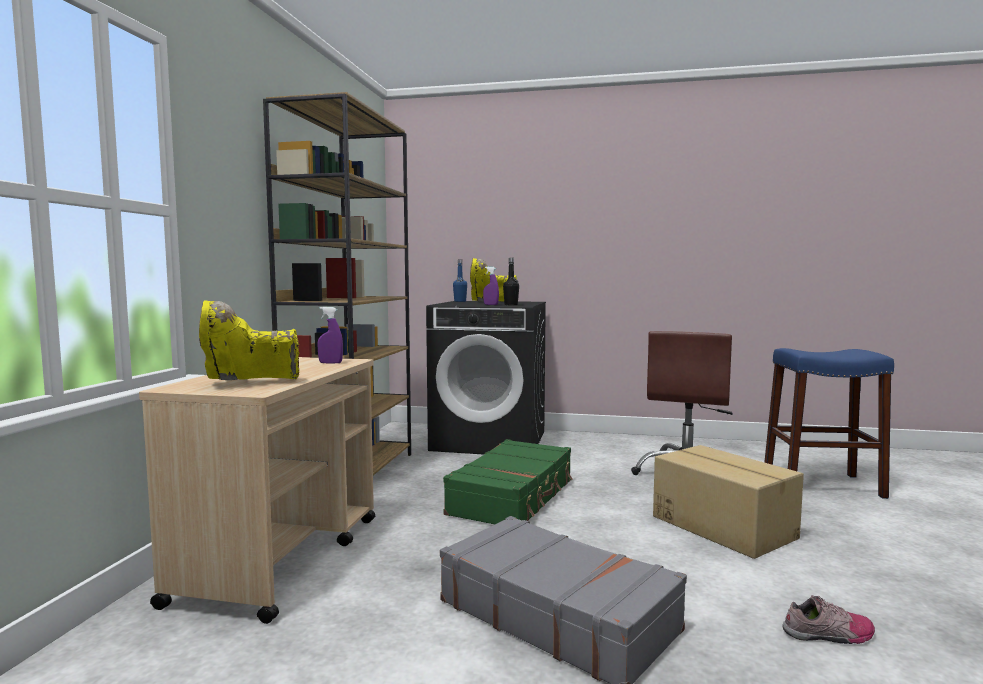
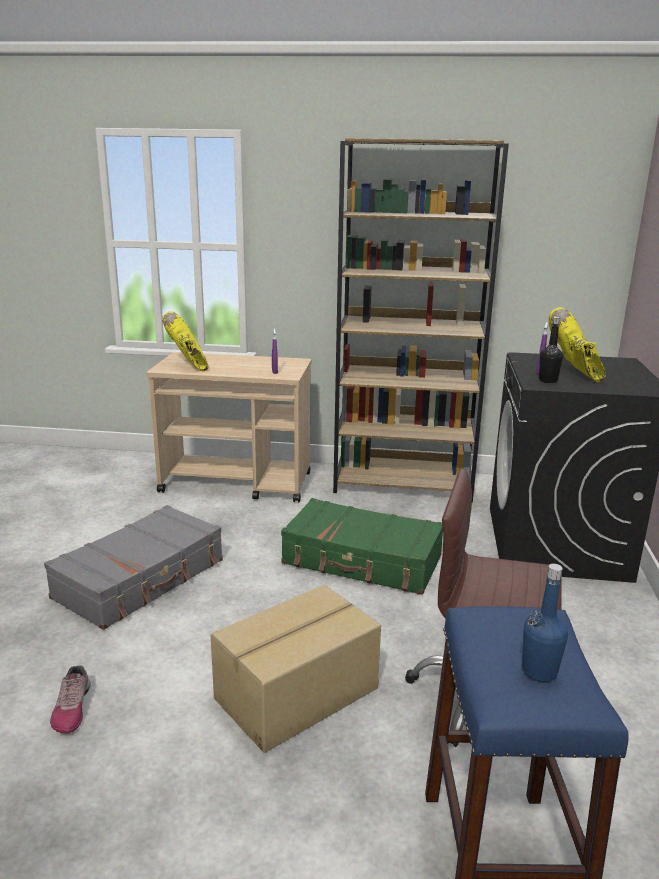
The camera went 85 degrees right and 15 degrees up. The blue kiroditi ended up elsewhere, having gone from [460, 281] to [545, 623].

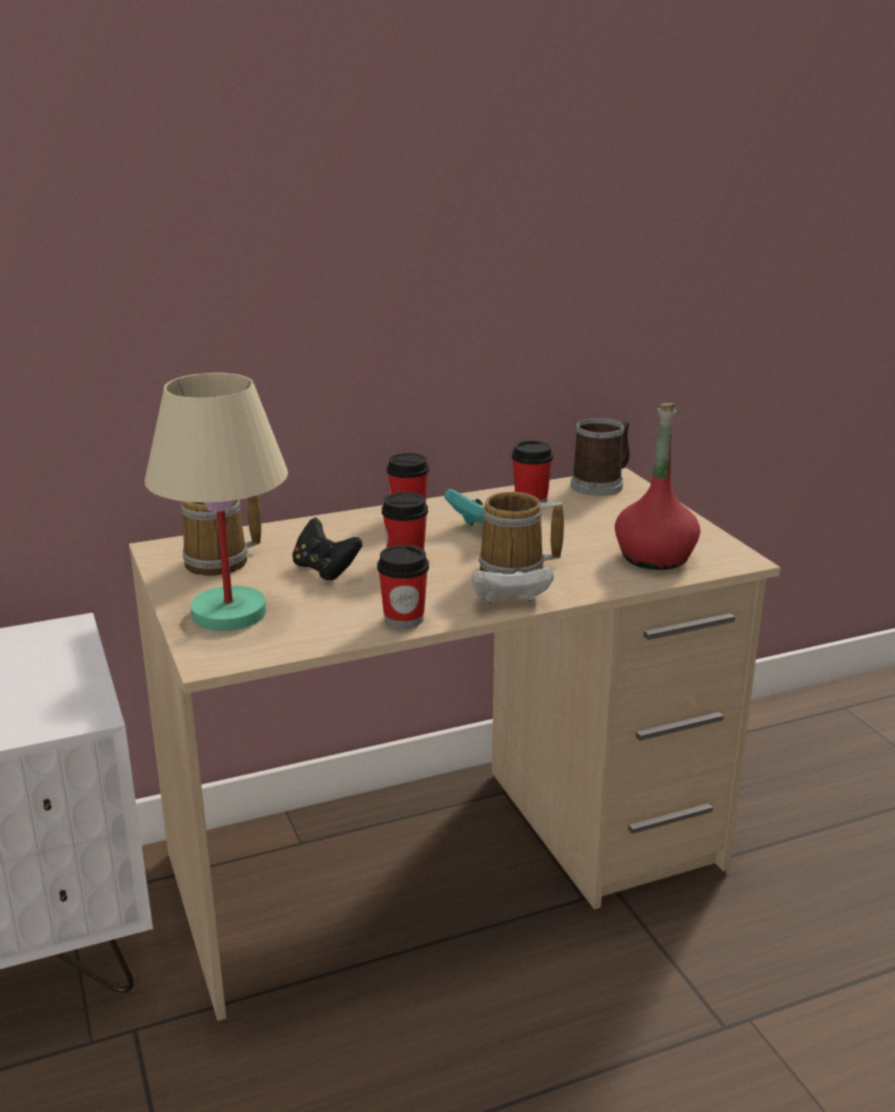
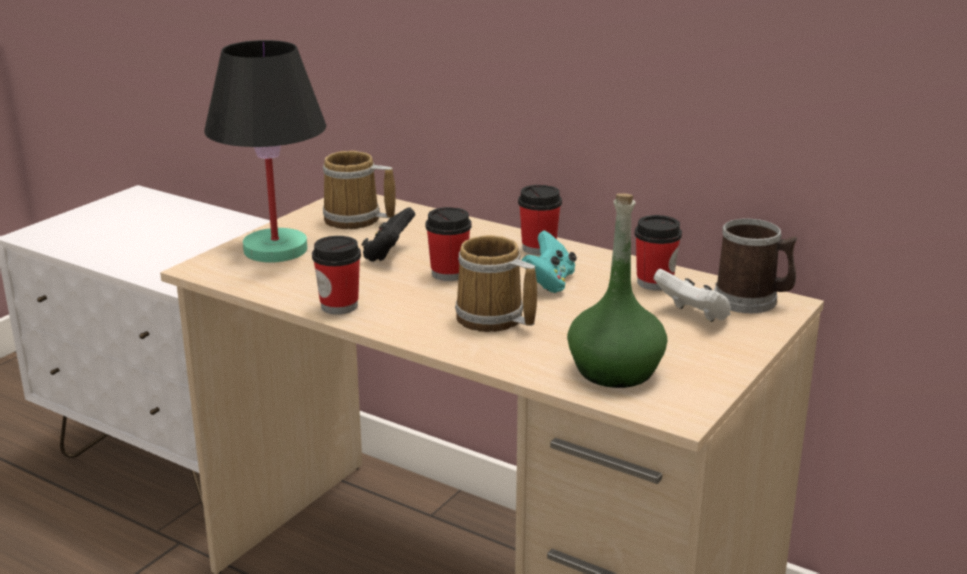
The camera went 55 degrees right and 0 degrees up. What was the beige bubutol at [216, 502] turned into the black bubutol at [265, 151]. What was the red kiroditi at [657, 486] turned into the green kiroditi at [617, 290]. The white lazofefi ended up elsewhere, having gone from [513, 585] to [692, 295].

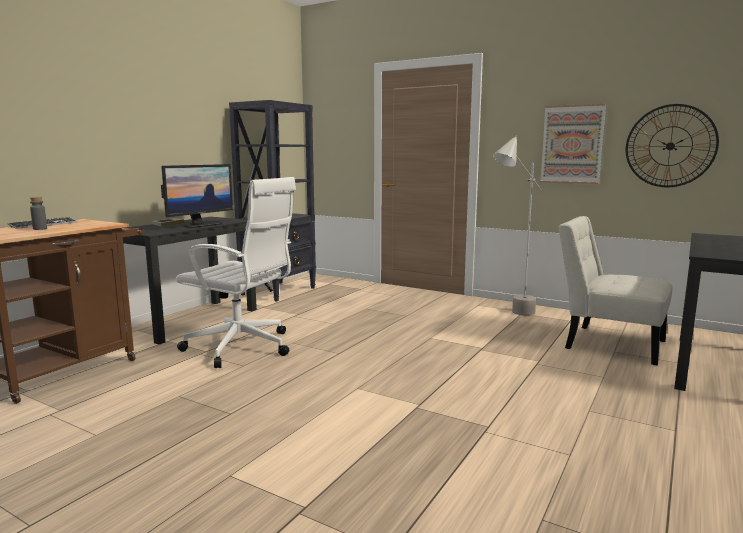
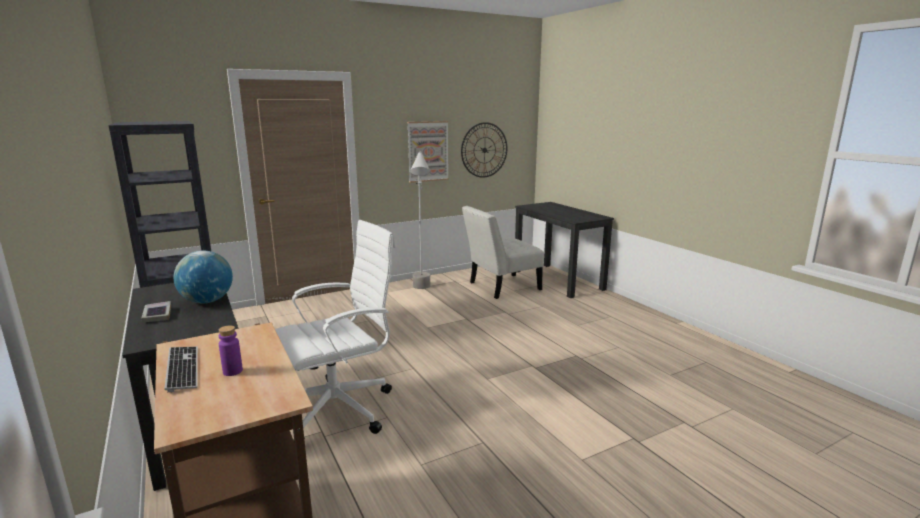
The camera went 60 degrees left and 5 degrees up. Where the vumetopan stood at [197, 196], the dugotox came to stand at [203, 277]. What was the grey kiroditi at [38, 213] turned into the purple kiroditi at [230, 351].

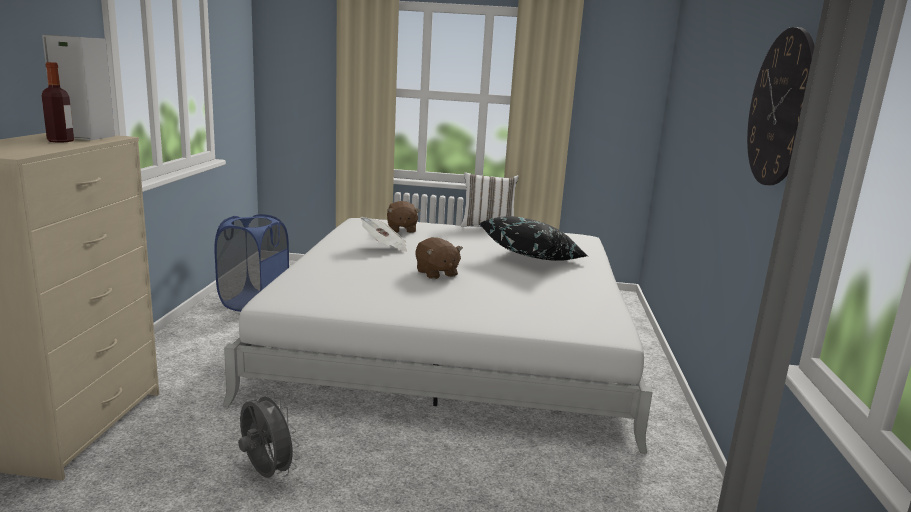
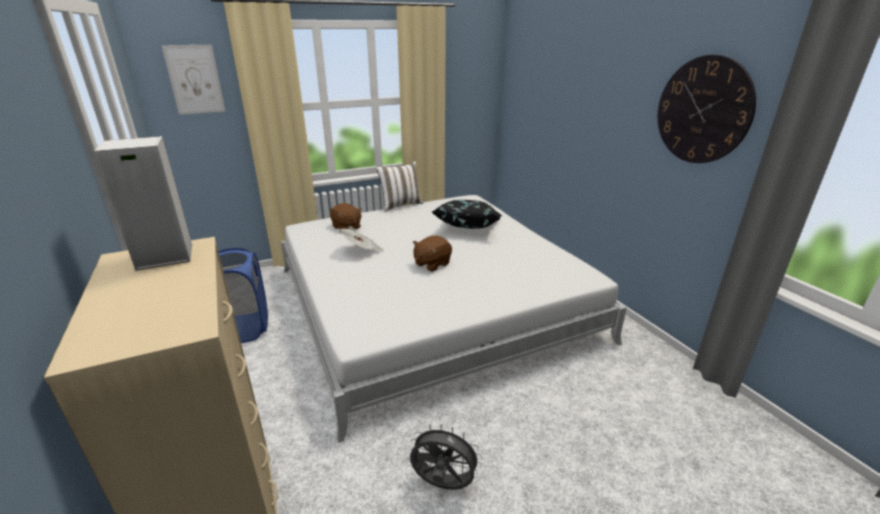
The camera went 30 degrees left and 10 degrees up. The second view lost the kiroditi at [57, 102]. The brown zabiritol at [439, 258] ended up facing another way, 105 degrees clockwise from before. The second view gained the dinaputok at [194, 79].

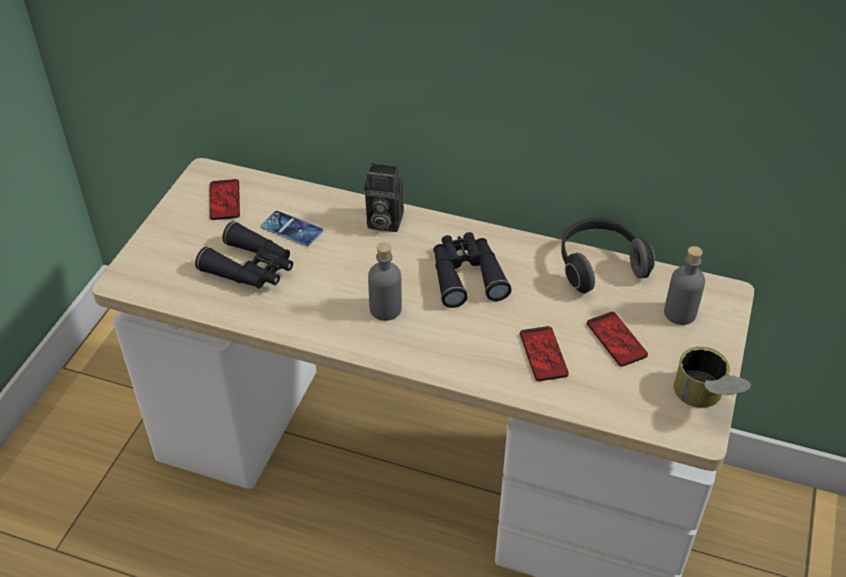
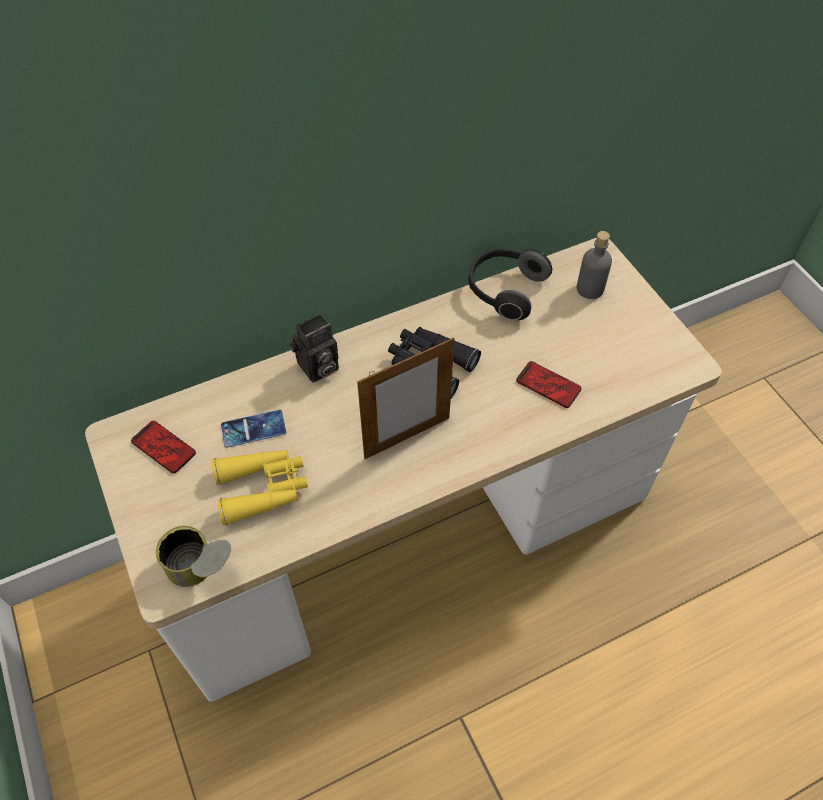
The camera went 45 degrees left and 10 degrees up. What was the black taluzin at [244, 255] turned into the yellow taluzin at [259, 487]. Where the grey kiroditi stood at [385, 281], the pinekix came to stand at [406, 398]. The second view lost the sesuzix at [617, 339]. The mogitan ended up elsewhere, having gone from [712, 377] to [193, 556].

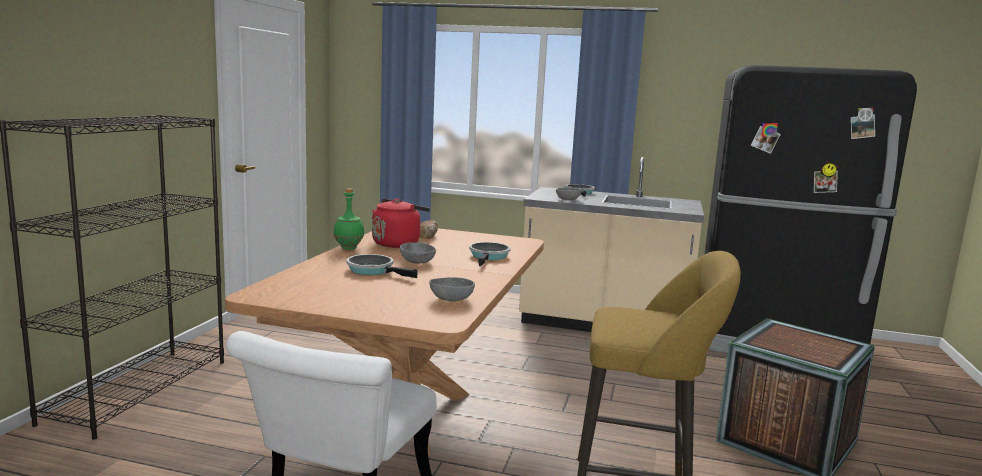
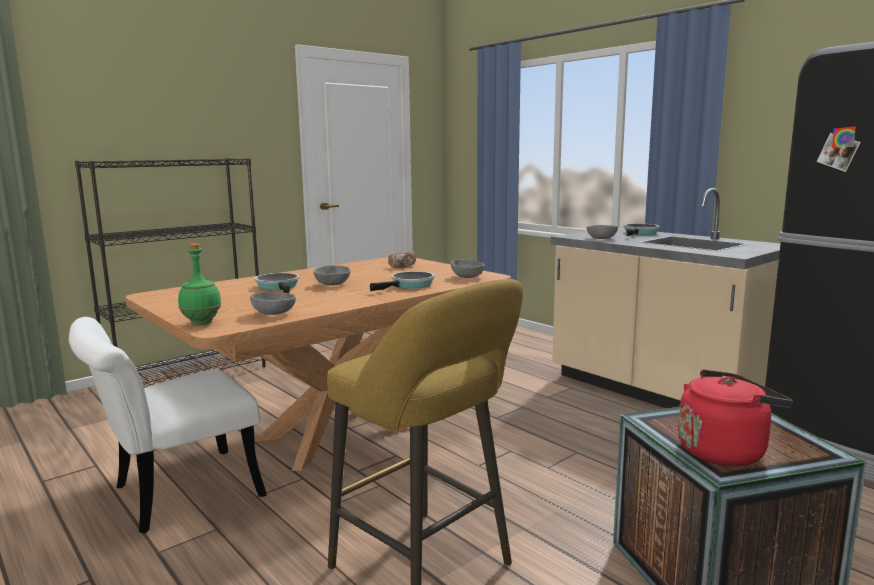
The camera went 35 degrees right and 0 degrees up. The green kiroditi ended up elsewhere, having gone from [349, 219] to [199, 284]. The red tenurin ended up elsewhere, having gone from [401, 223] to [735, 418]. The second view gained the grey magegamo at [468, 269].

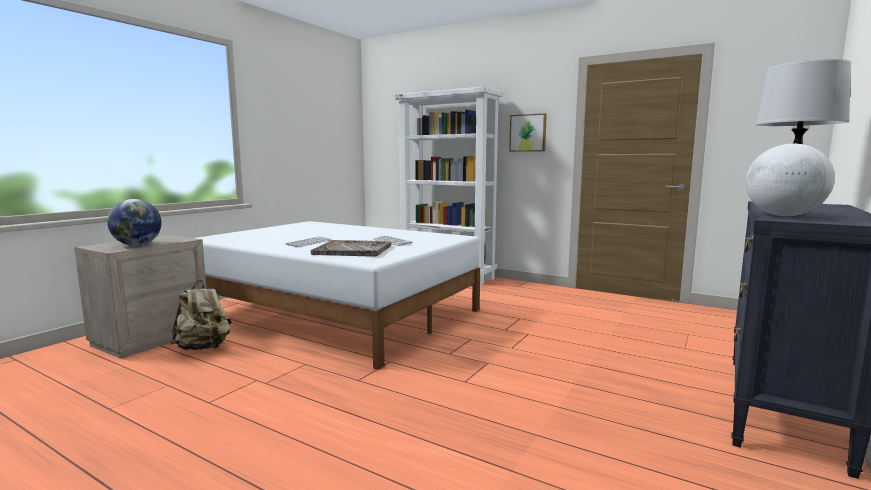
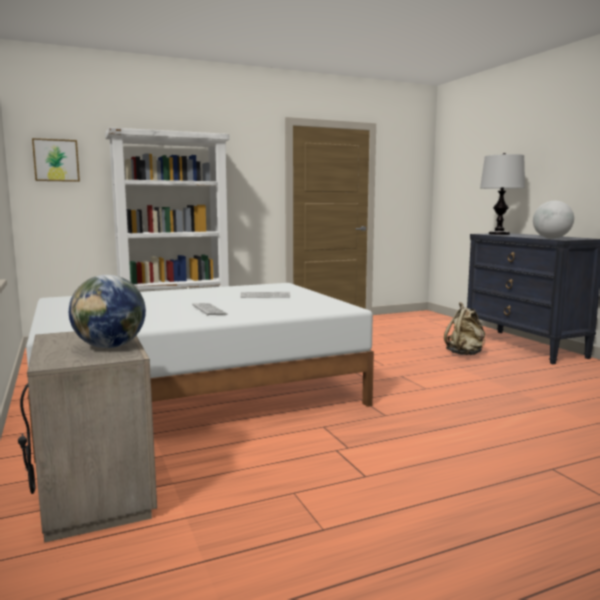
The camera went 55 degrees left and 0 degrees up. The dinaputok ended up elsewhere, having gone from [528, 132] to [56, 160]. The second view lost the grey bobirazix at [350, 248]. The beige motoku ended up elsewhere, having gone from [200, 315] to [464, 328].

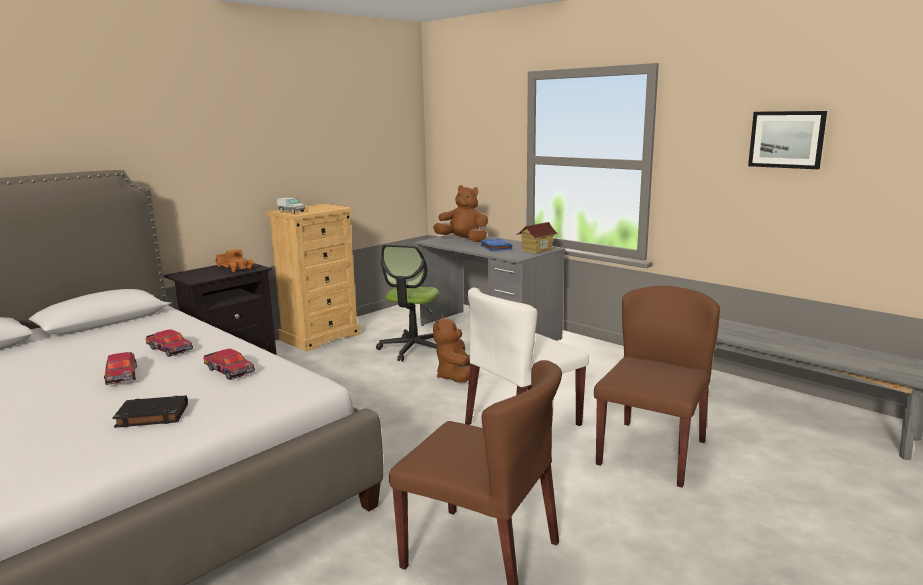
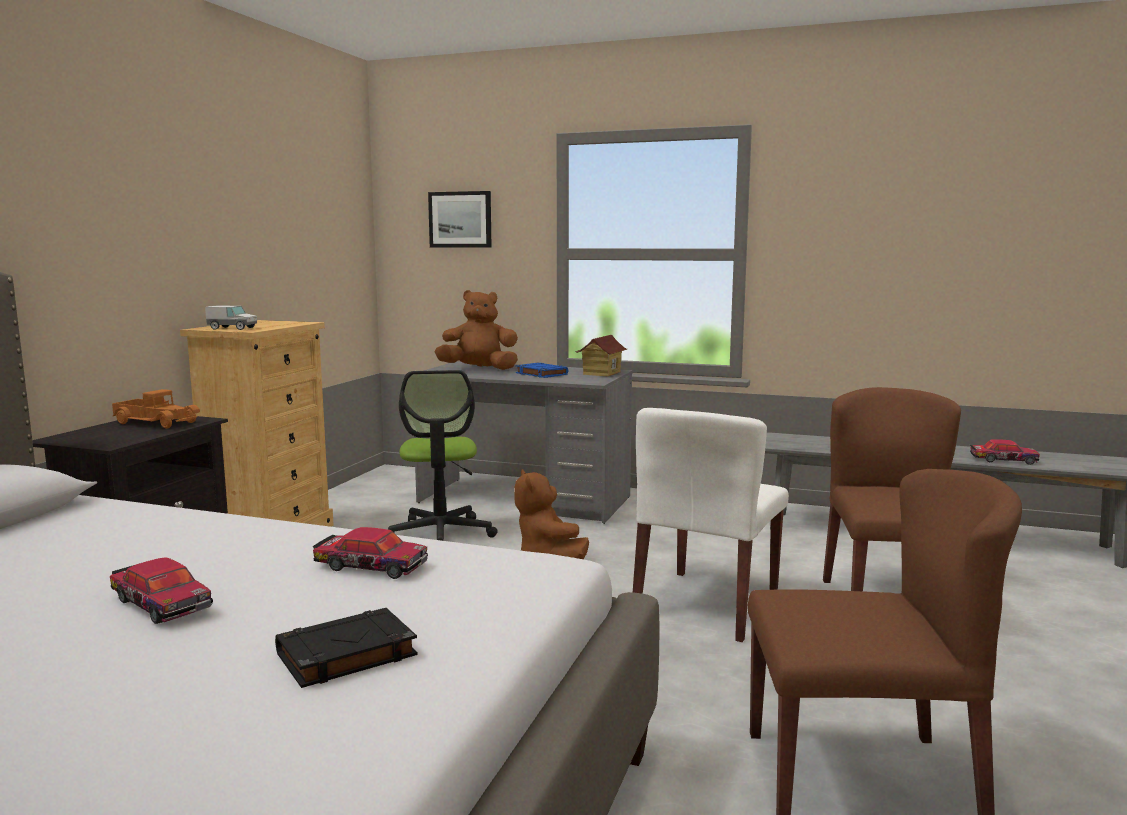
The camera went 25 degrees left and 5 degrees down. The dinaputok ended up elsewhere, having gone from [787, 140] to [460, 219]. The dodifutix ended up elsewhere, having gone from [169, 343] to [1005, 452].

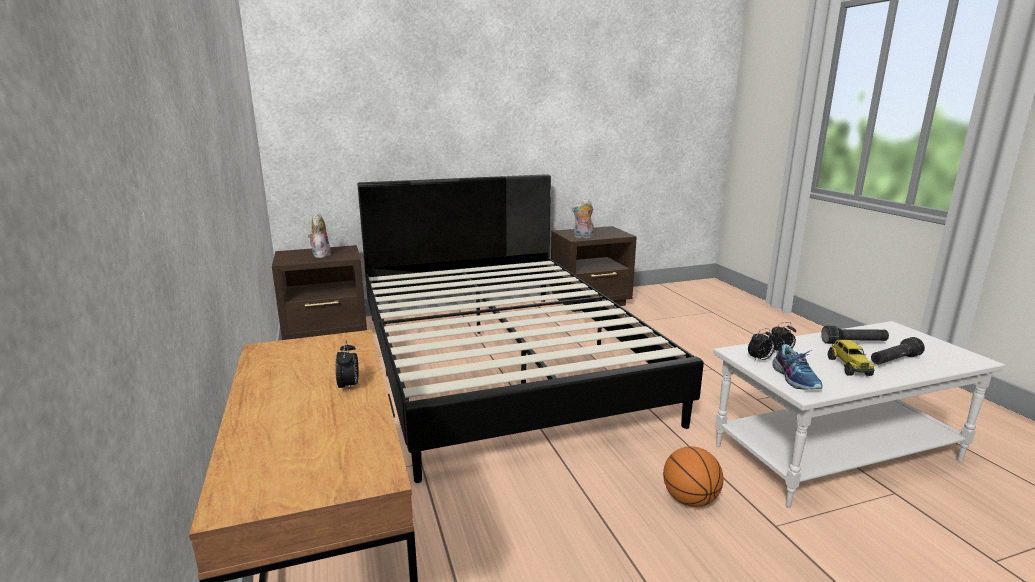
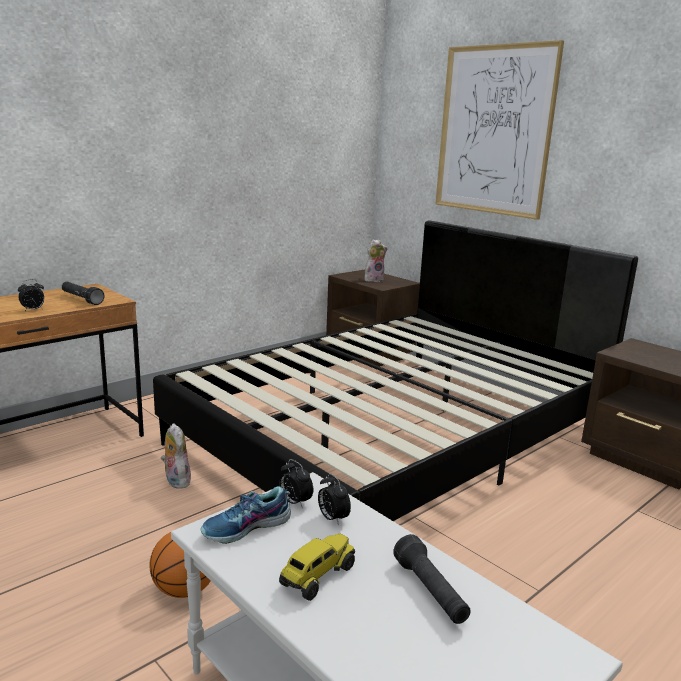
The camera went 65 degrees right and 0 degrees up. The zabiritol ended up elsewhere, having gone from [583, 219] to [176, 455]. The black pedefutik ended up elsewhere, having gone from [898, 350] to [83, 293]. The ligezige at [851, 358] ended up facing another way, 150 degrees clockwise from before. The second view gained the dinaputok at [499, 130].

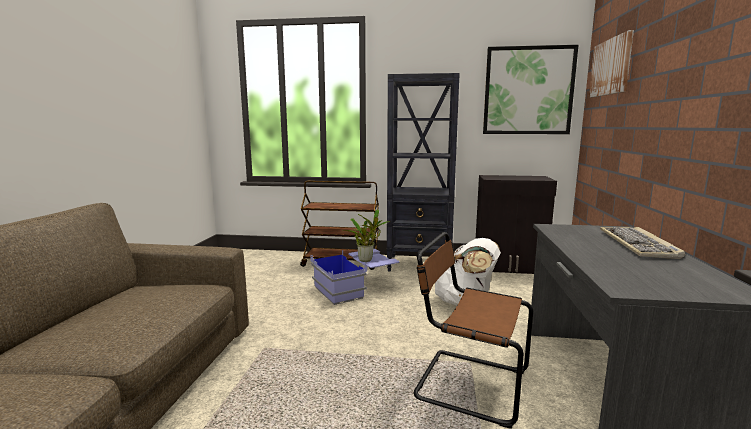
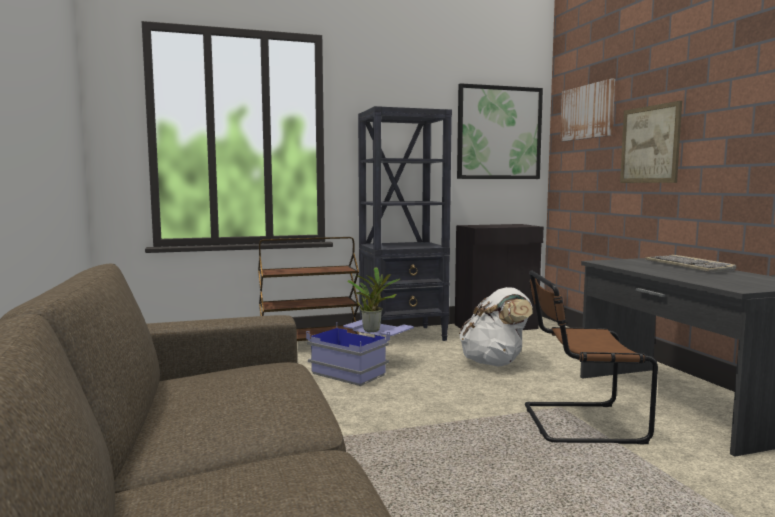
The camera went 25 degrees left and 5 degrees down. The second view gained the dinaputok at [651, 142].

